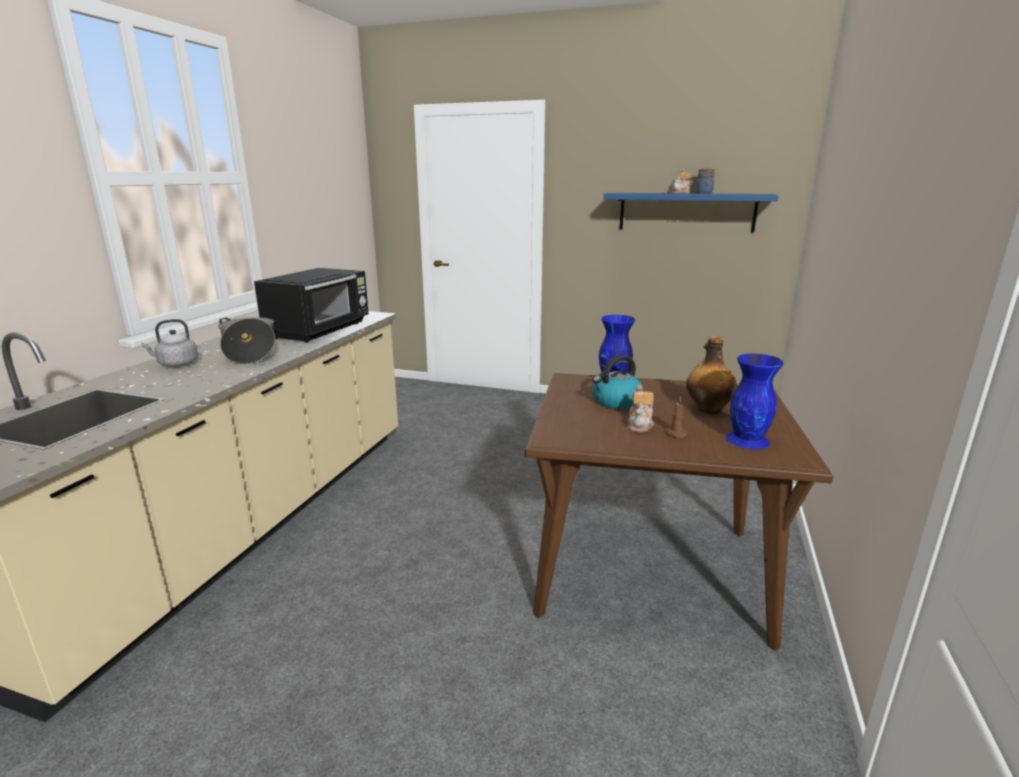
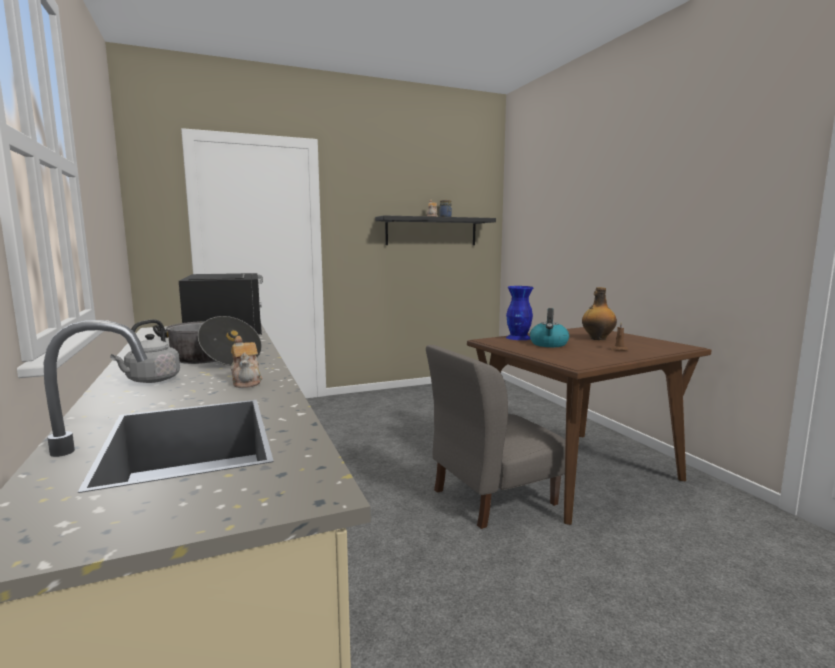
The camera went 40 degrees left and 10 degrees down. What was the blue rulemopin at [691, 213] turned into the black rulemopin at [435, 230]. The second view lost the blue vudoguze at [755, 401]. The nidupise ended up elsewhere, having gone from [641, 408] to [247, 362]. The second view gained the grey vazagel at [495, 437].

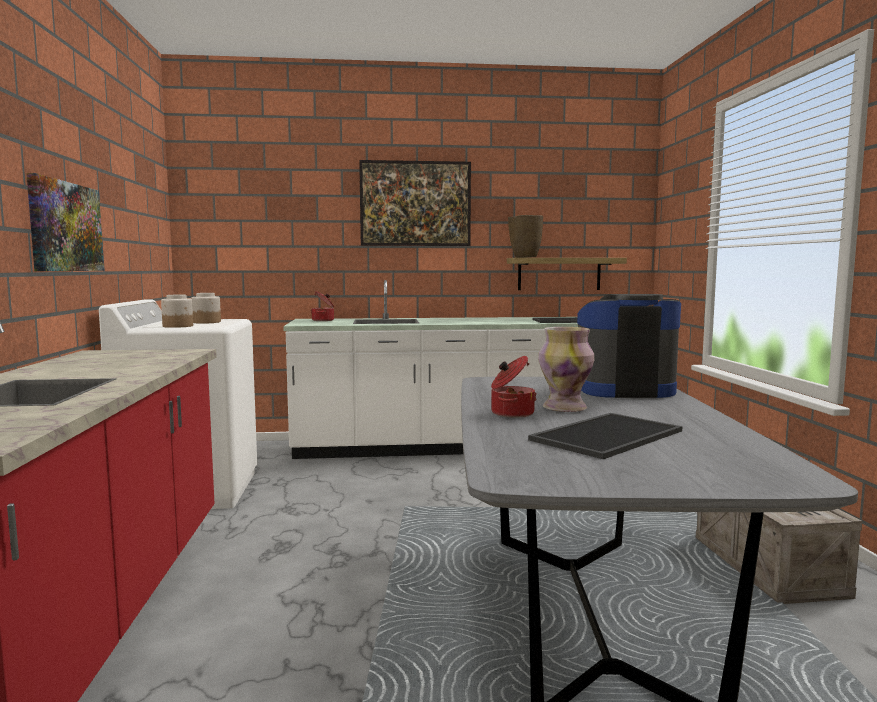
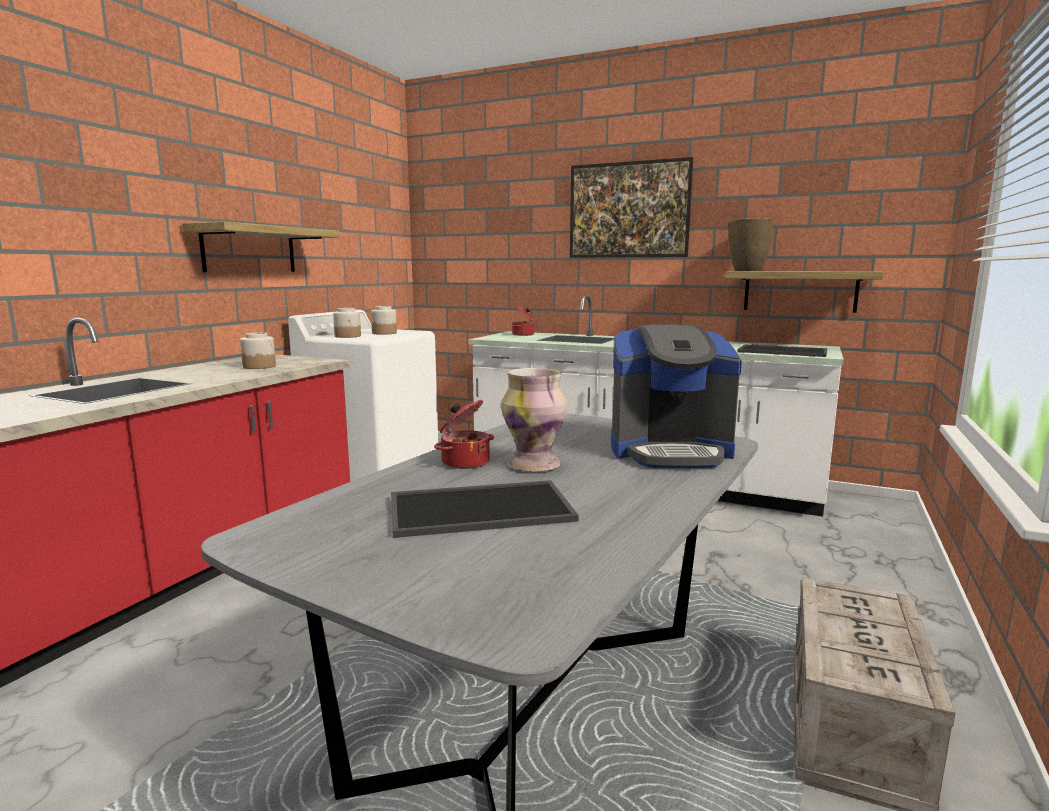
The camera went 30 degrees right and 5 degrees up. Where the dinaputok hung at [65, 222], the rulemopin came to hang at [261, 247]. The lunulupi at [629, 346] ended up facing another way, 150 degrees clockwise from before. The second view gained the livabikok at [258, 350].

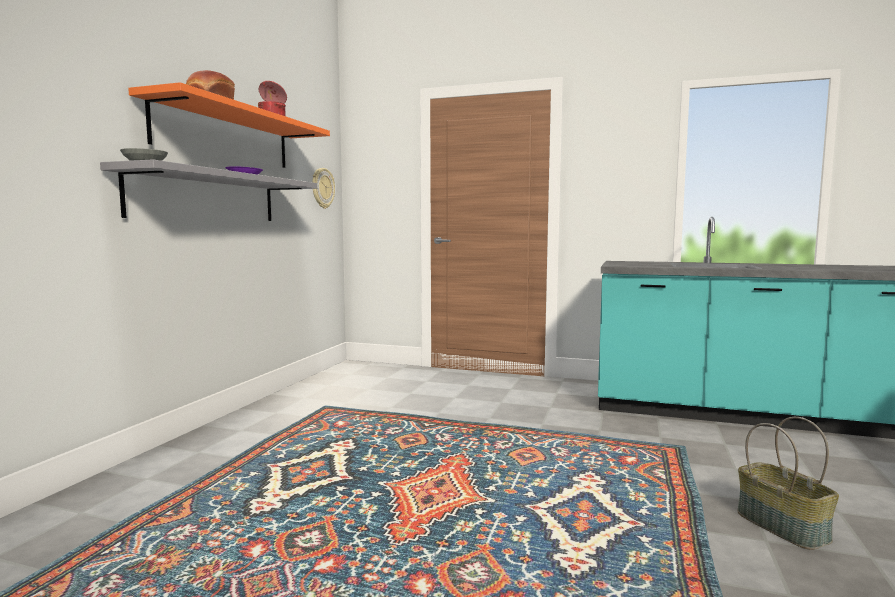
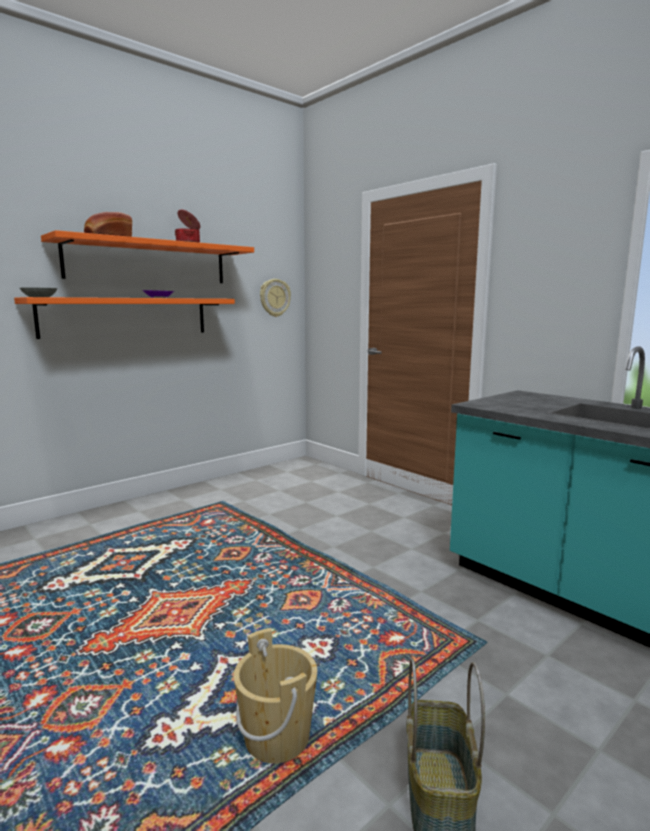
The camera went 30 degrees right and 5 degrees up. What was the grey rulemopin at [208, 190] turned into the orange rulemopin at [124, 318]. The second view gained the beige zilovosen at [276, 695].

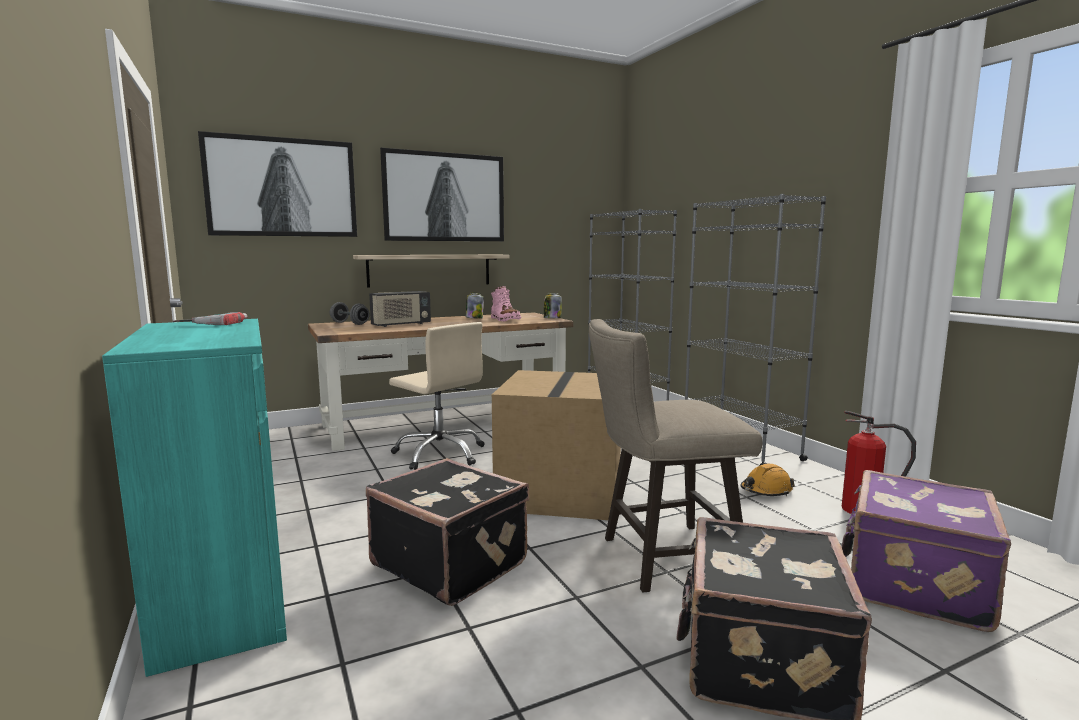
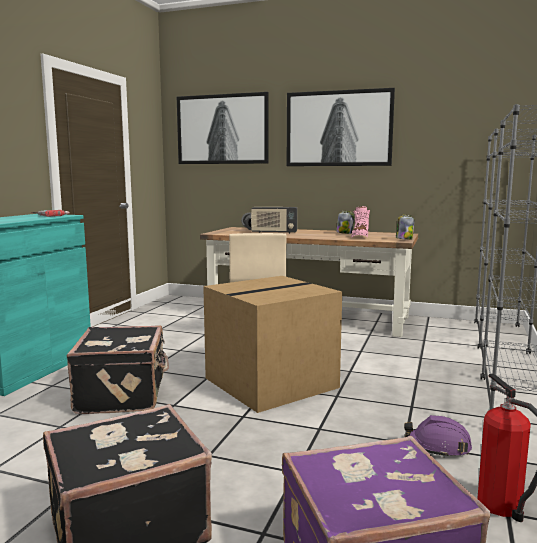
The camera went 45 degrees right and 0 degrees up. The second view lost the rulemopin at [431, 271]. The second view lost the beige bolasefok at [676, 455]. What was the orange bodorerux at [767, 480] turned into the purple bodorerux at [438, 436].

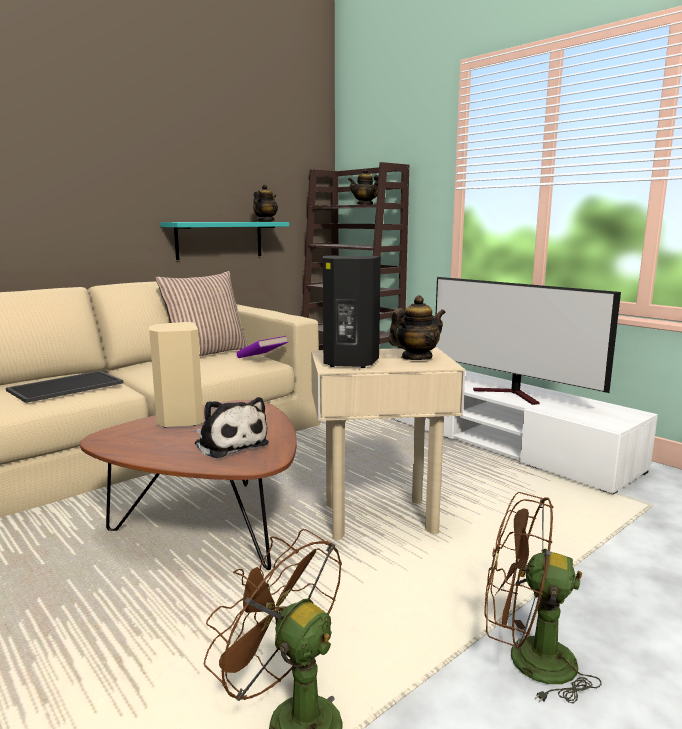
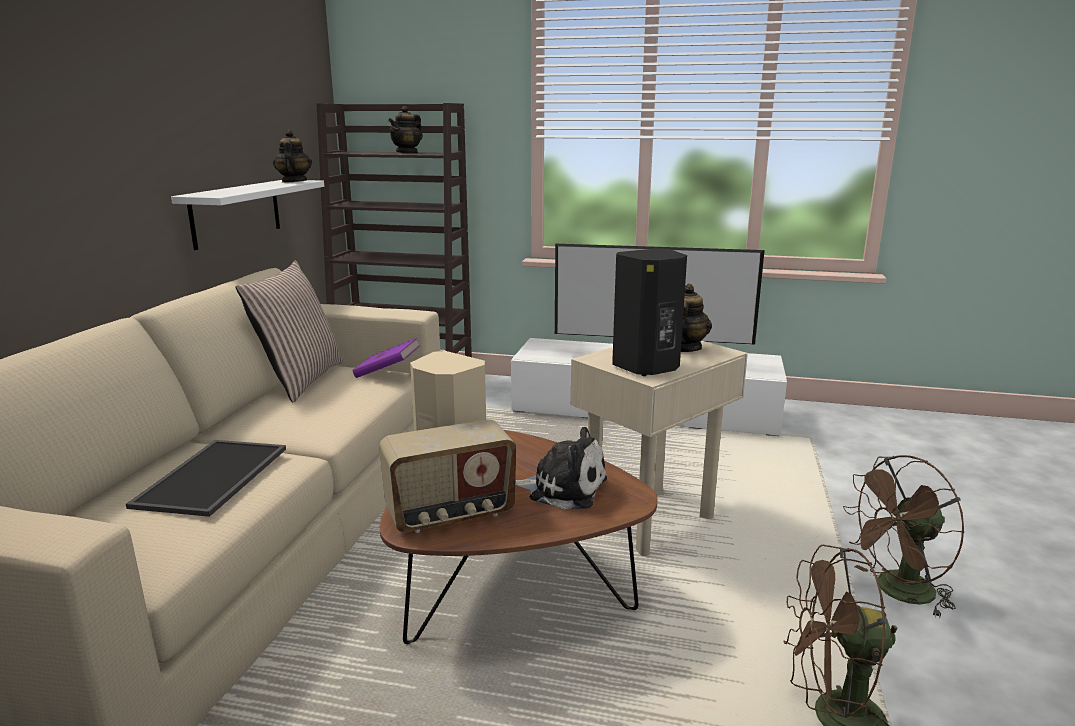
The camera went 35 degrees left and 5 degrees up. What was the turquoise rulemopin at [225, 241] turned into the white rulemopin at [247, 215]. The second view gained the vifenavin at [447, 476].

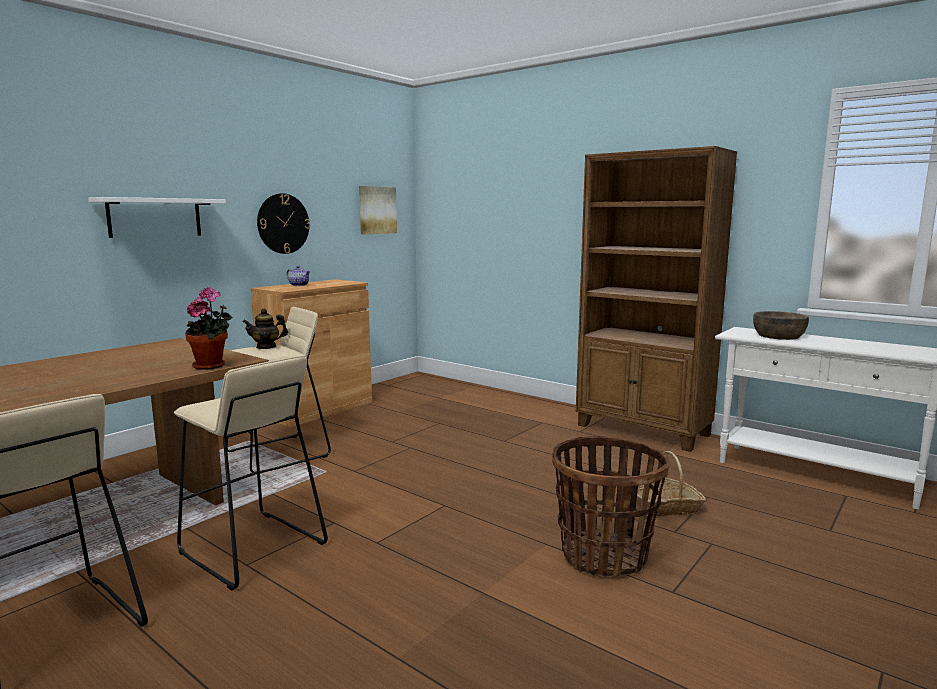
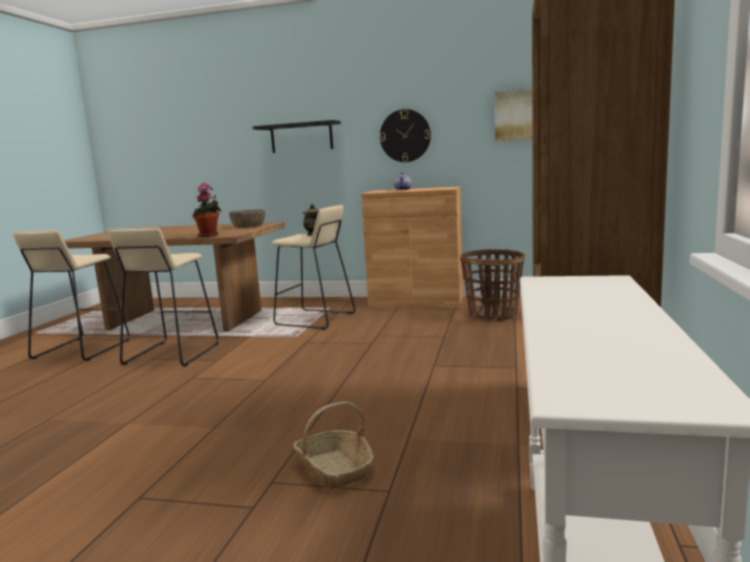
The camera went 65 degrees right and 0 degrees up. What was the white rulemopin at [157, 217] turned into the black rulemopin at [297, 136]. The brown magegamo ended up elsewhere, having gone from [781, 325] to [247, 218]. The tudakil ended up elsewhere, having gone from [611, 506] to [492, 285].

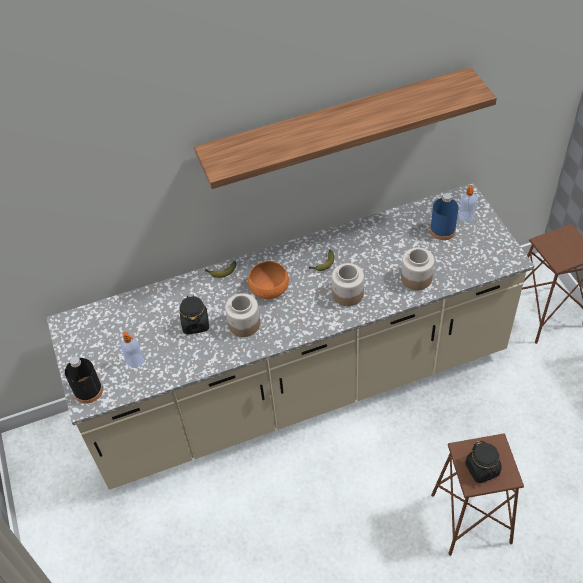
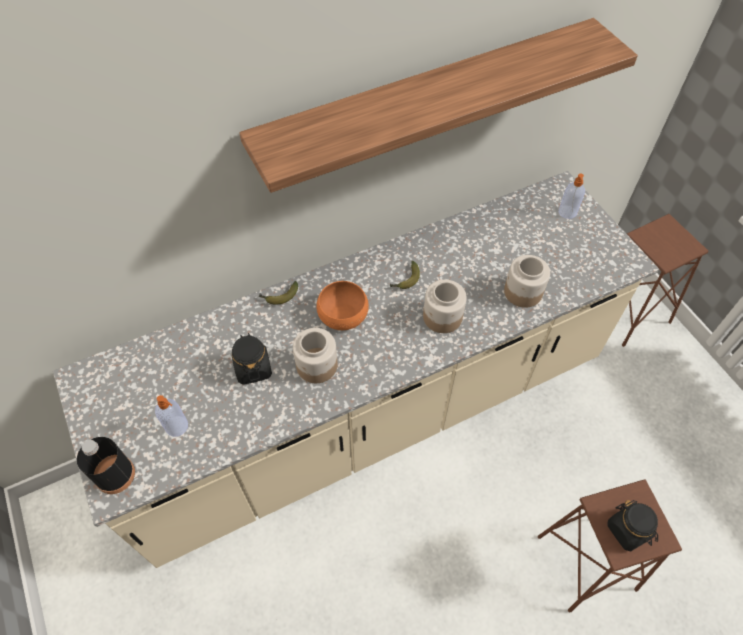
The camera went 10 degrees left and 5 degrees up. The second view lost the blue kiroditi at [444, 216].

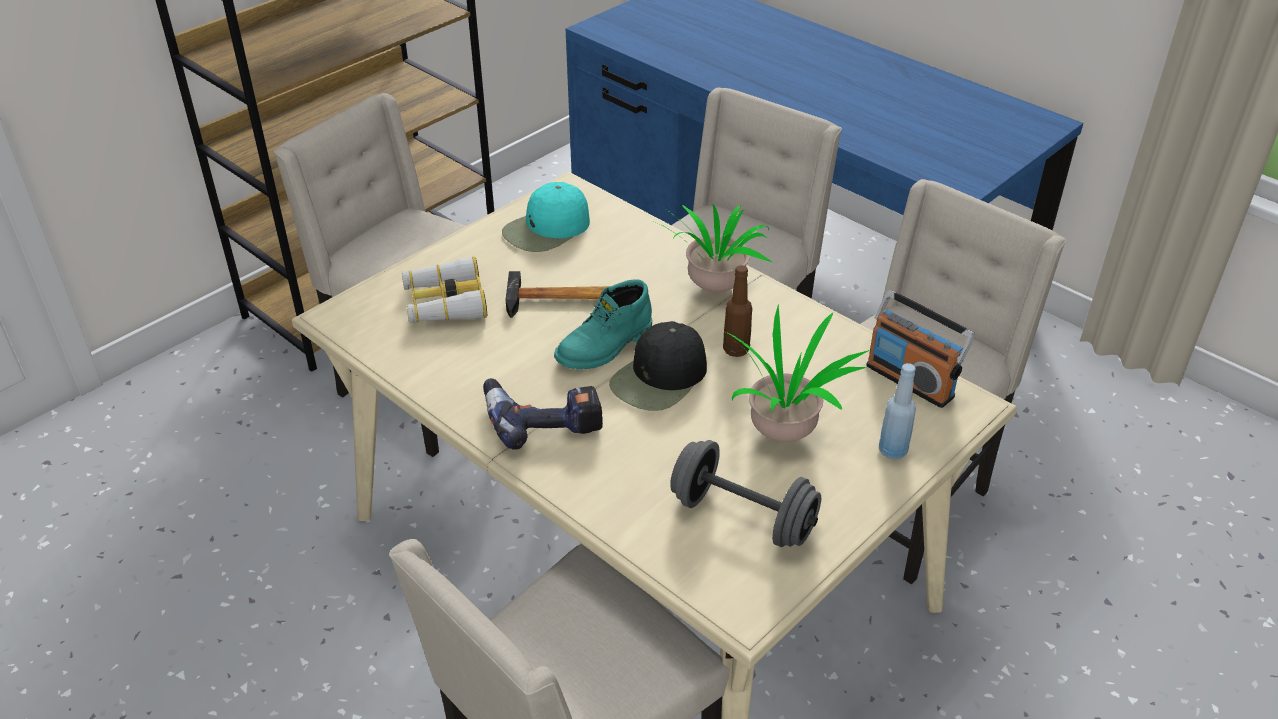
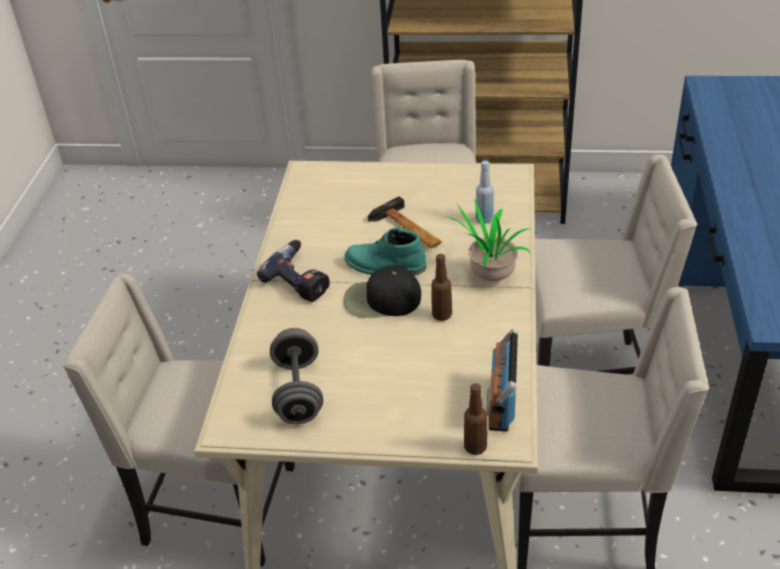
The camera went 55 degrees right and 0 degrees up. The second view lost the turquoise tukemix at [546, 217]. The second view lost the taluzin at [444, 289]. The second view lost the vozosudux at [798, 373]. The blue kiroditi ended up elsewhere, having gone from [897, 411] to [485, 192]. The second view gained the brown kiroditi at [475, 419].

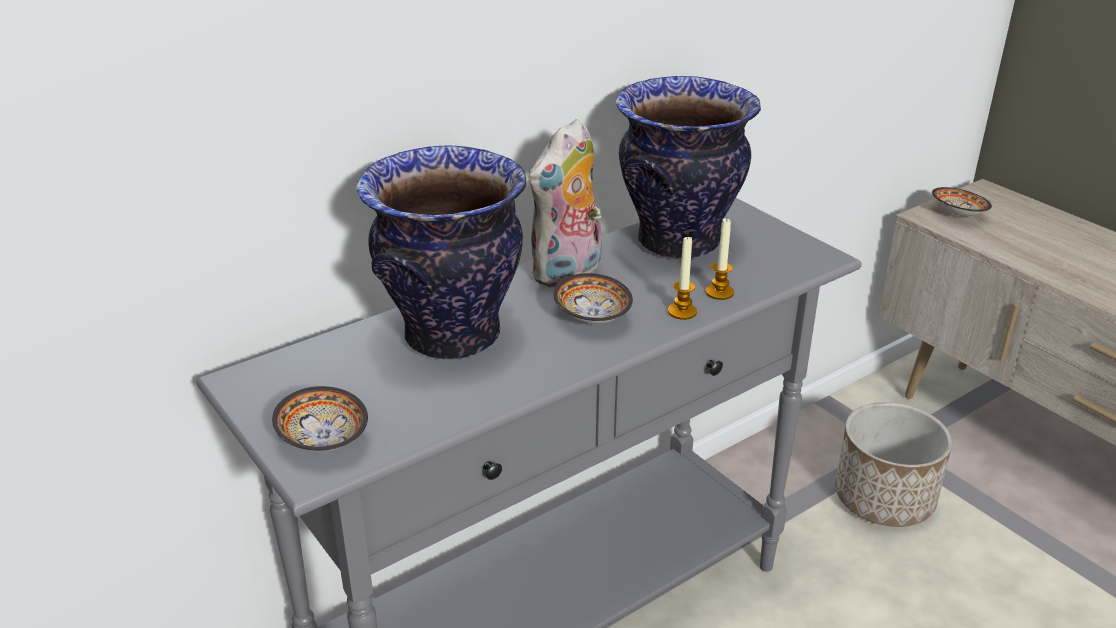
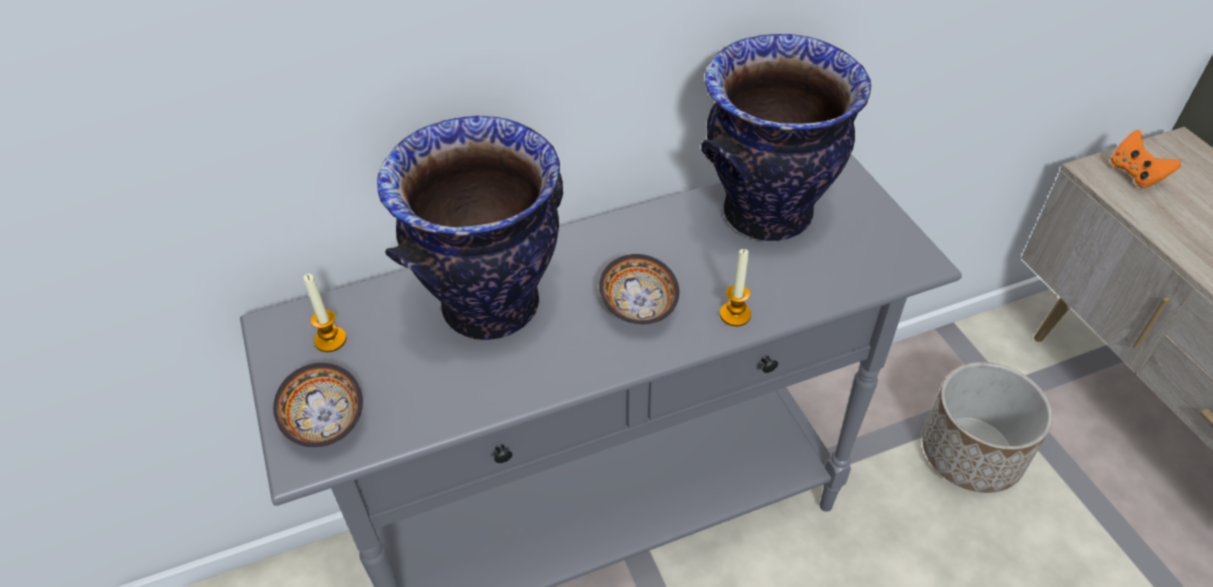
The camera went 15 degrees right and 15 degrees up. The second view lost the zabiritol at [565, 203]. Where the magegamo stood at [962, 201], the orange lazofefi came to stand at [1146, 159]. The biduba ended up elsewhere, having gone from [720, 259] to [325, 313].

